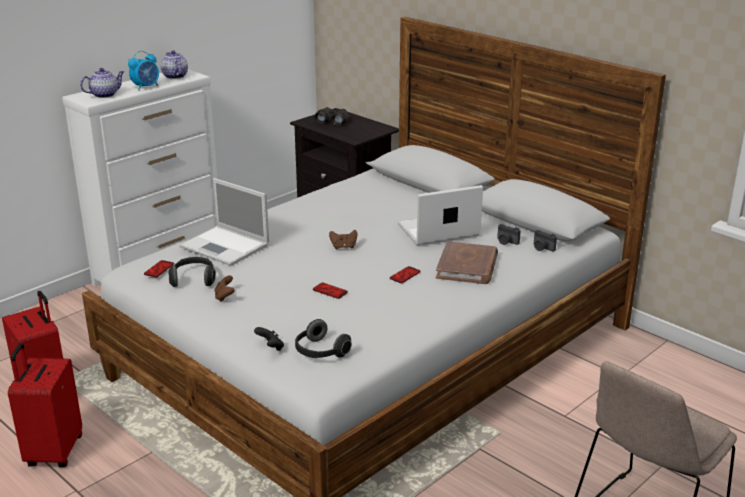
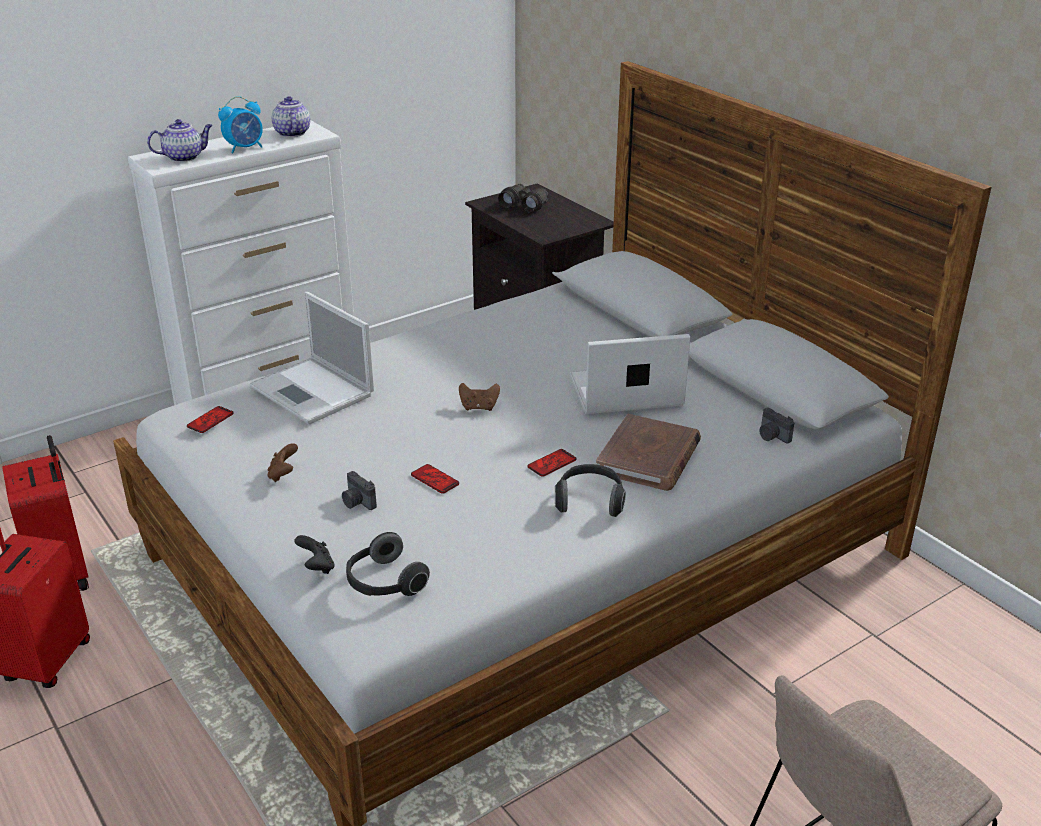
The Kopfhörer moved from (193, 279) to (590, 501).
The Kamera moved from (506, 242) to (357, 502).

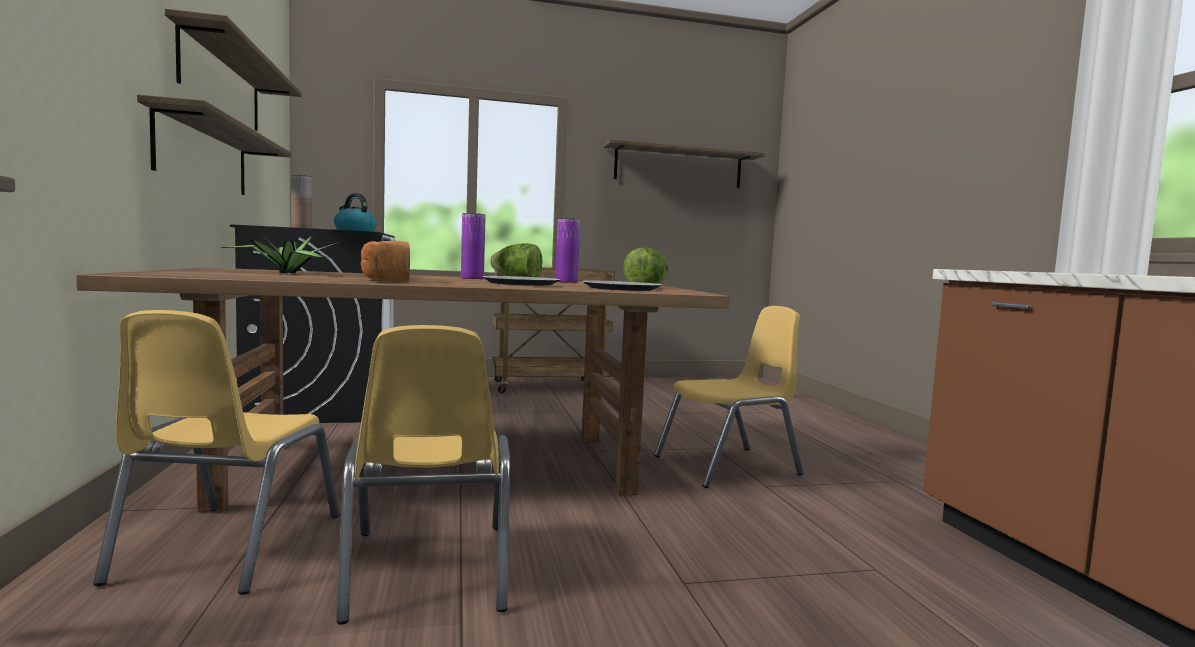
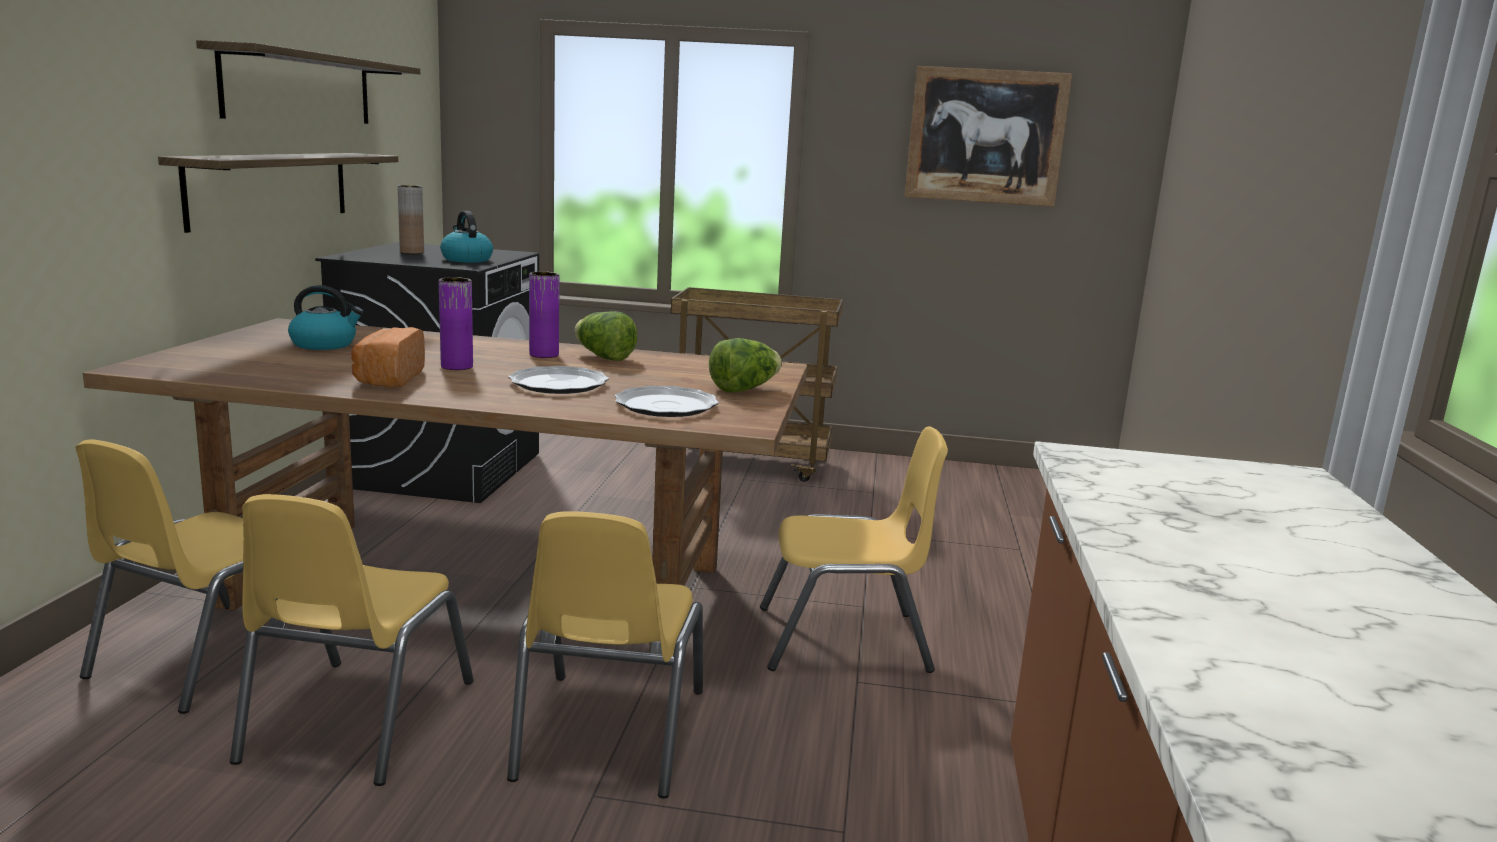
The Topfpflanze at (284, 273) was replaced by the Wasserkessel at (325, 344).
The Vase/lila moved from (566, 282) to (457, 366).
The Wandregal at (678, 167) was replaced by the Bild at (985, 136).
The Stuhl/gelb at (608, 734) appeared.

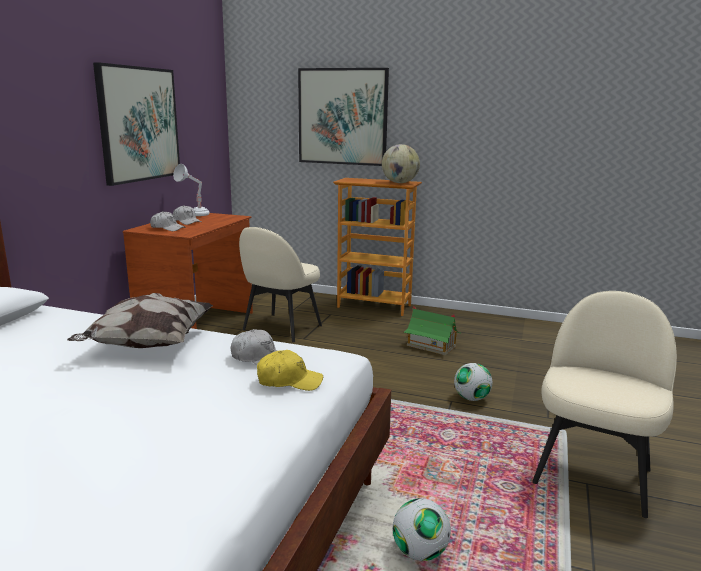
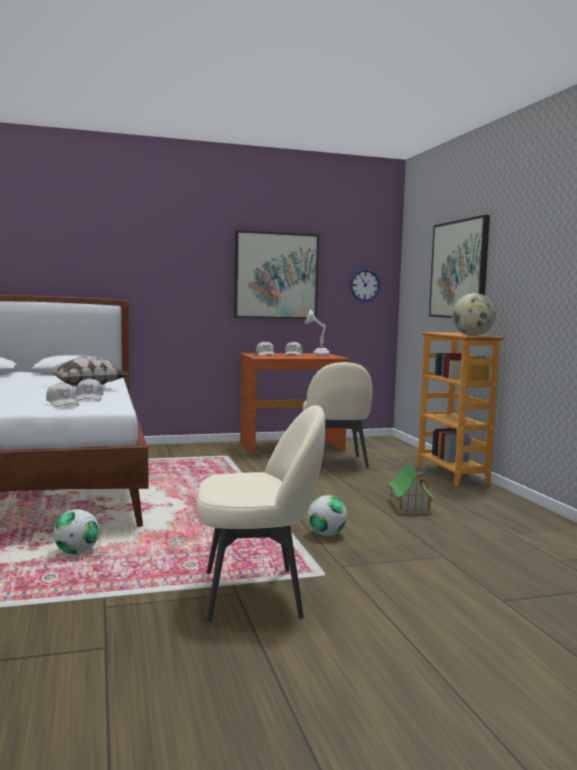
The Stuhl/beige at (281, 328) turned 90 degrees counterclockwise.
The Kappe/gelb at (289, 381) became the Kappe/weiß at (62, 404).
The Wanduhr at (364, 285) appeared.

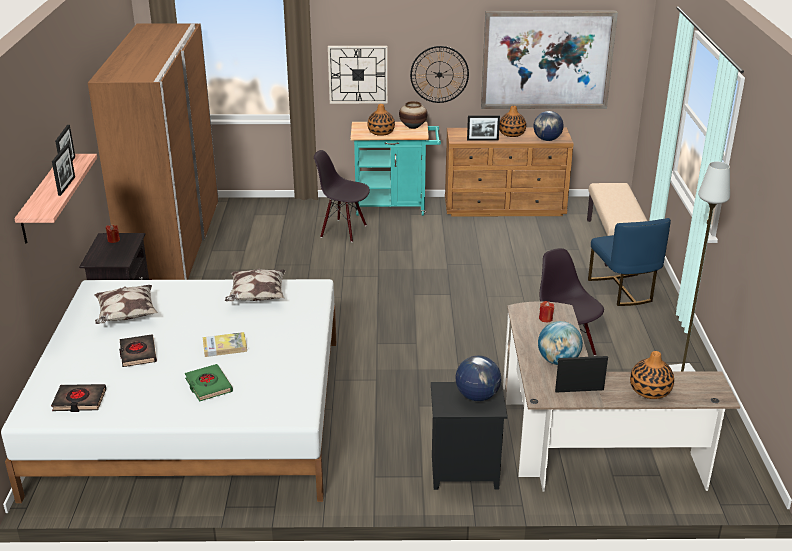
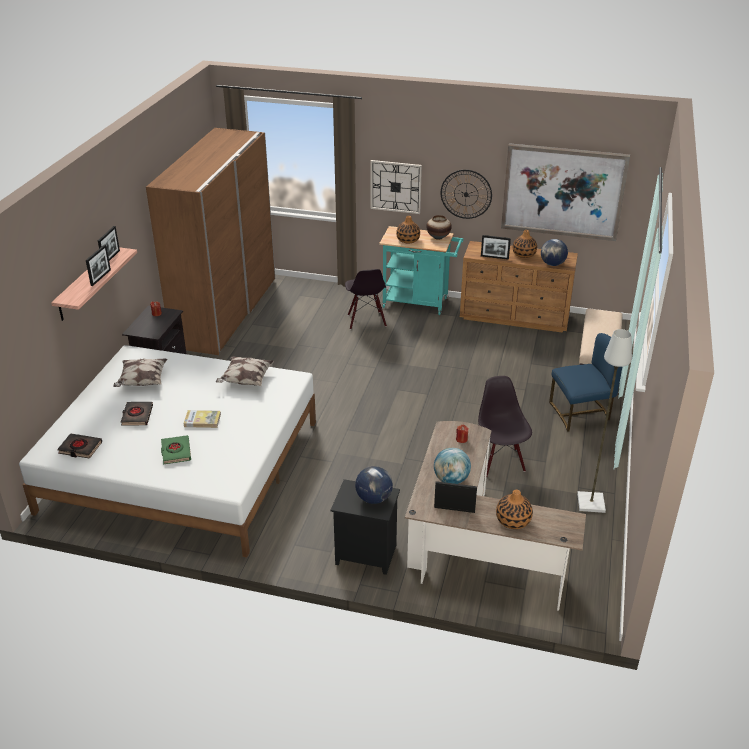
The Stuhl/schwarz at (344, 231) turned 135 degrees counterclockwise.
The Stuhl/blau at (623, 290) turned 105 degrees counterclockwise.

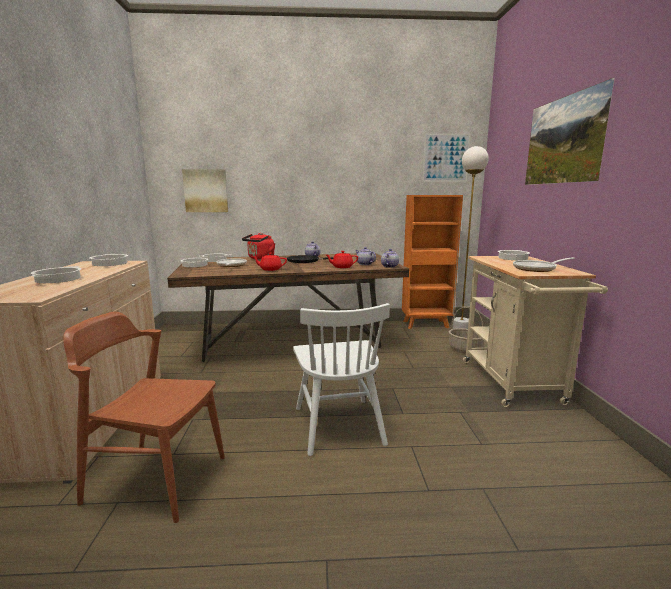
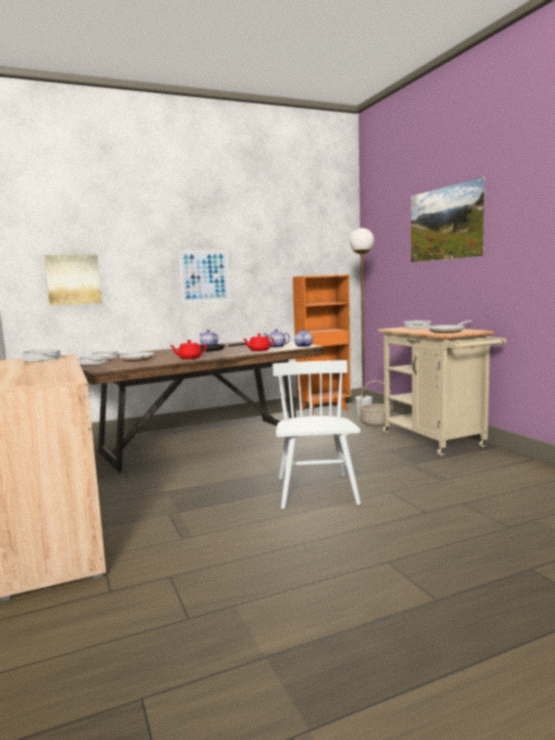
The Kochtopf at (58, 279) disappeared.
The Stuhl/braun at (156, 479) disappeared.
The Wasserkessel/rot at (260, 258) disappeared.
The Stuhl/weiß at (338, 425) turned 150 degrees counterclockwise.
The Bild moved from (446, 158) to (204, 276).

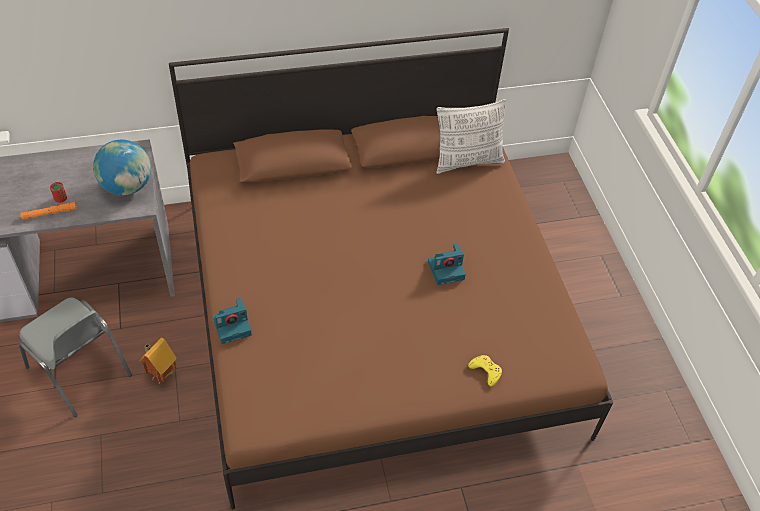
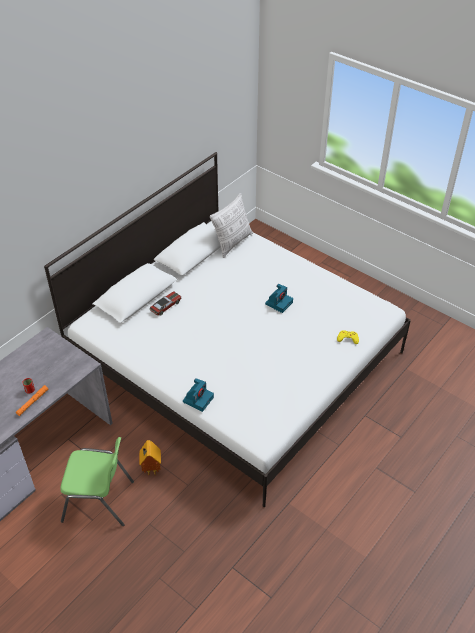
The Stuhl/grau at (80, 372) became the Stuhl/grün at (99, 501).
The Globus at (127, 186) disappeared.
The Bett/braun at (376, 311) became the Bett/weiß at (237, 359).
The Spielzeugauto at (165, 306) appeared.

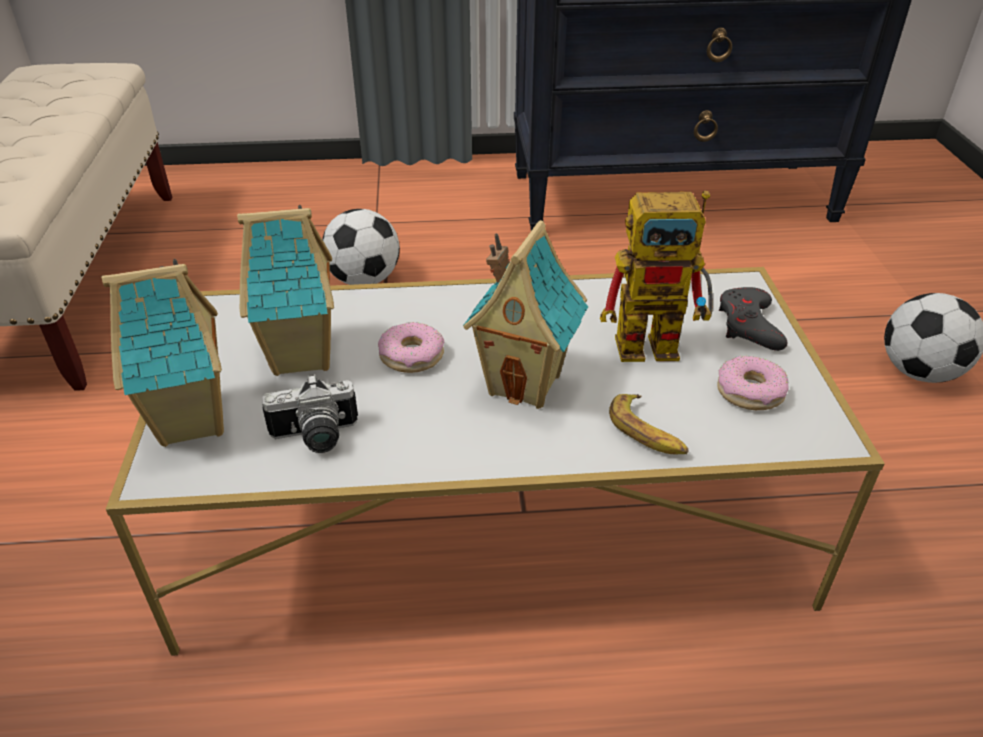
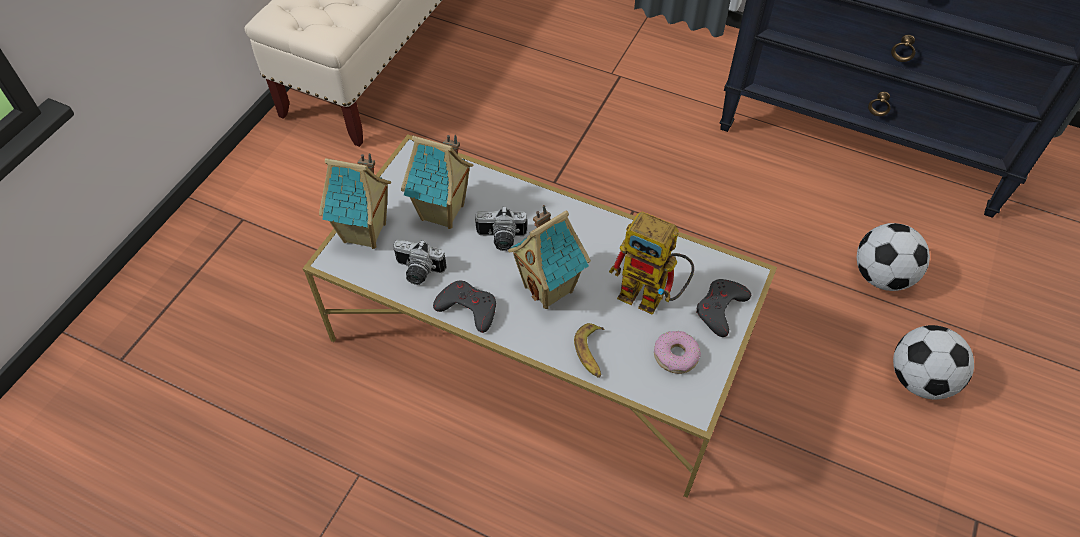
The Fußball moved from (364, 280) to (881, 276).
The Donut at (411, 356) was replaced by the Kamera at (501, 239).
The Gamepad/grau at (468, 308) appeared.

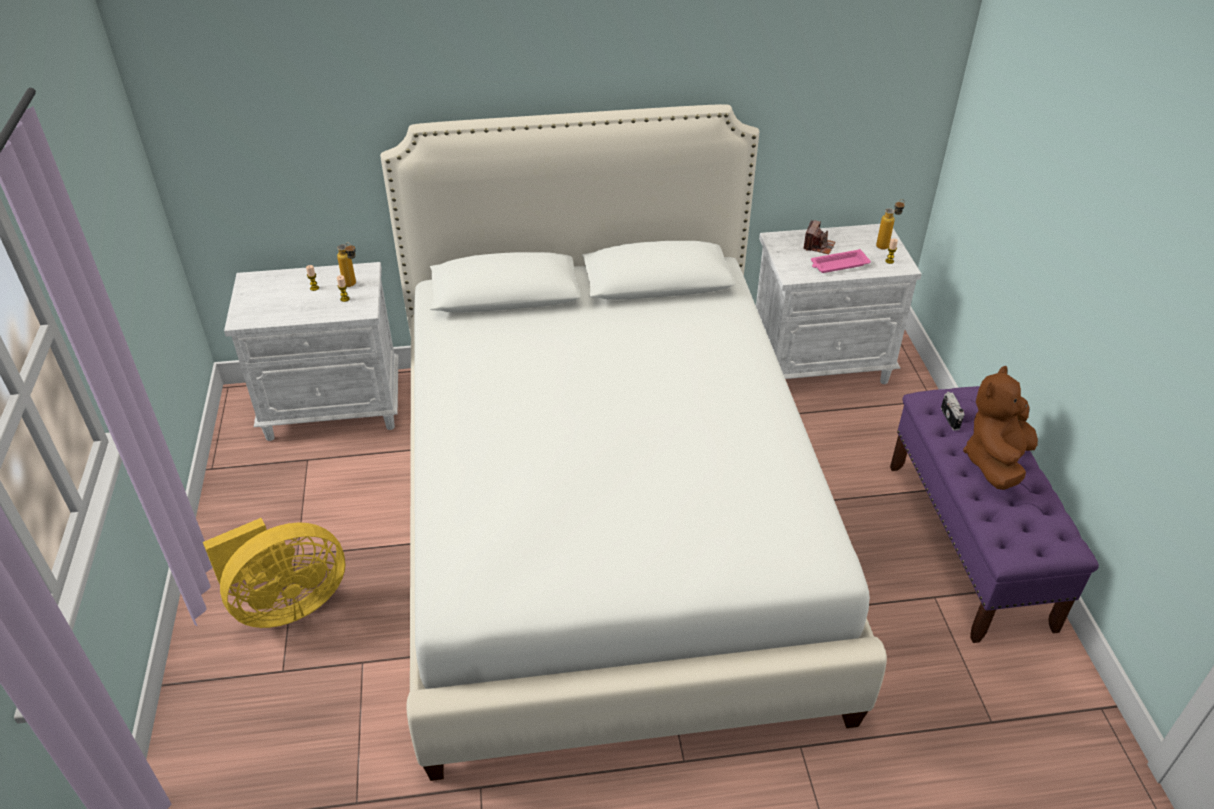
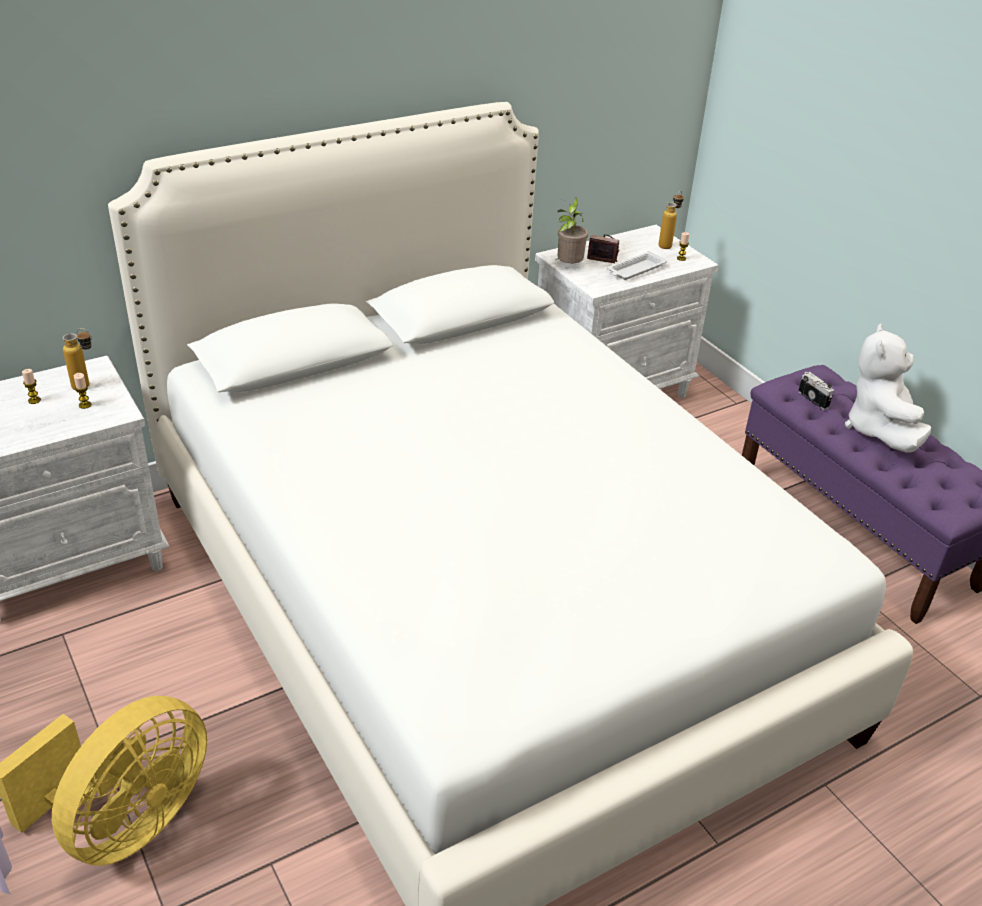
The Kamera at (818, 246) turned 75 degrees counterclockwise.
The Tablett/rosa at (838, 265) became the Tablett/weiß at (635, 270).
The Plüschtier/braun at (995, 461) became the Plüschtier/weiß at (879, 430).
The Topfpflanze at (568, 266) appeared.

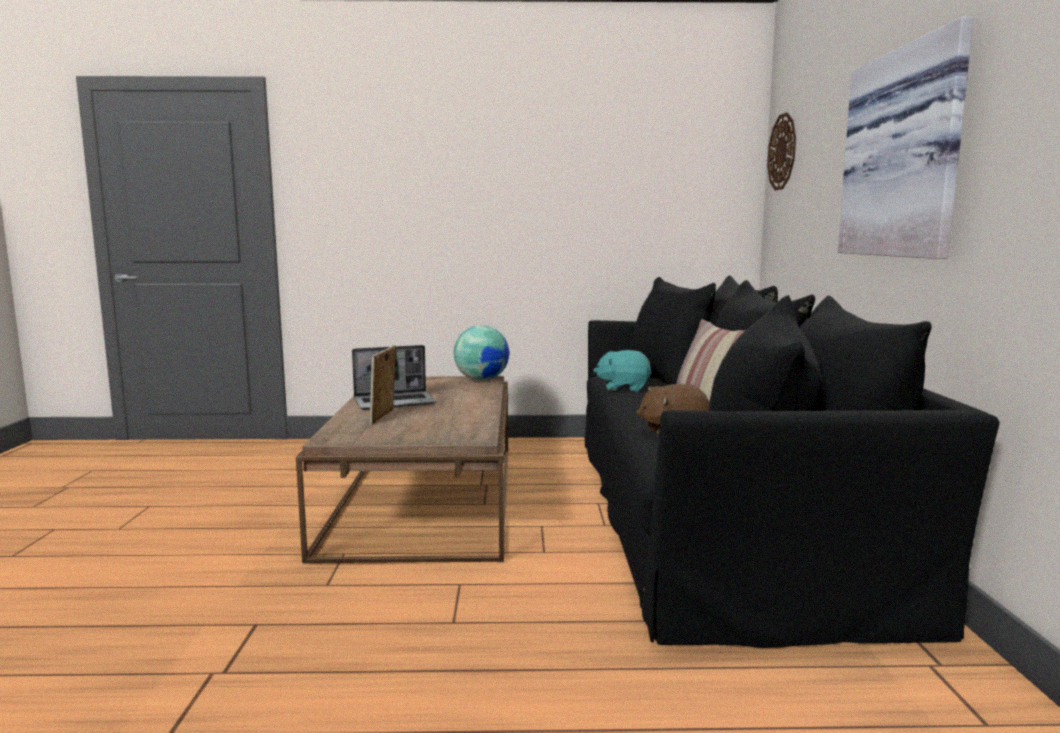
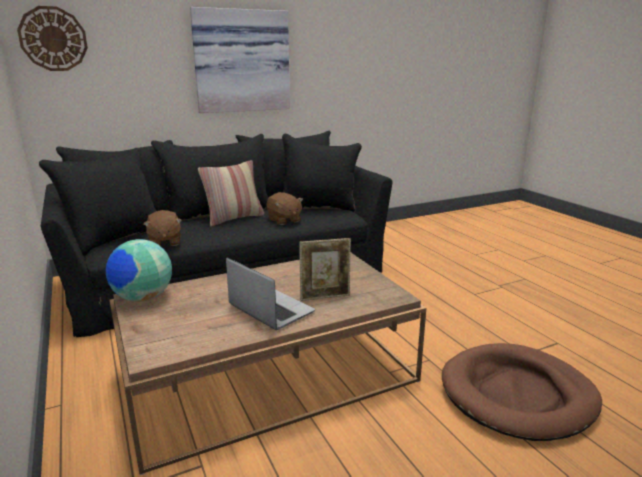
The Plüschtier/türkis at (623, 388) became the Plüschtier/braun at (164, 242).
The Hundebett/braun at (517, 395) appeared.

